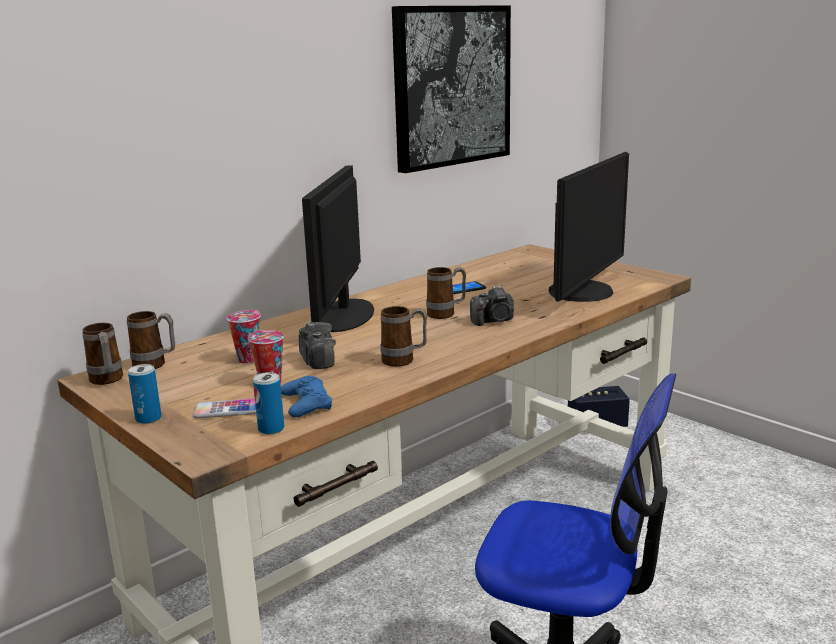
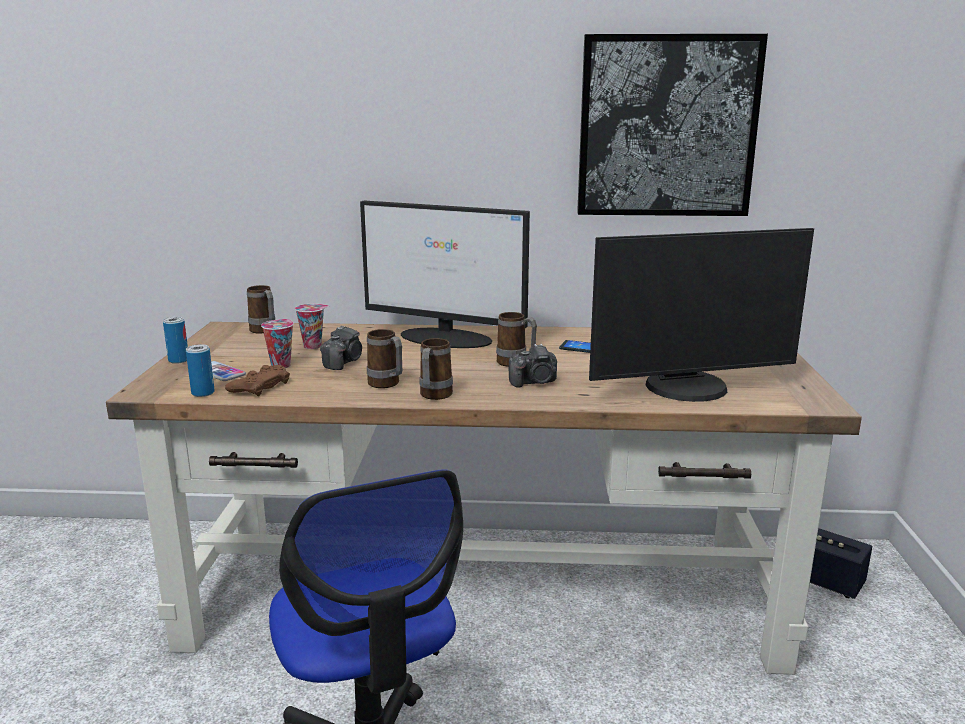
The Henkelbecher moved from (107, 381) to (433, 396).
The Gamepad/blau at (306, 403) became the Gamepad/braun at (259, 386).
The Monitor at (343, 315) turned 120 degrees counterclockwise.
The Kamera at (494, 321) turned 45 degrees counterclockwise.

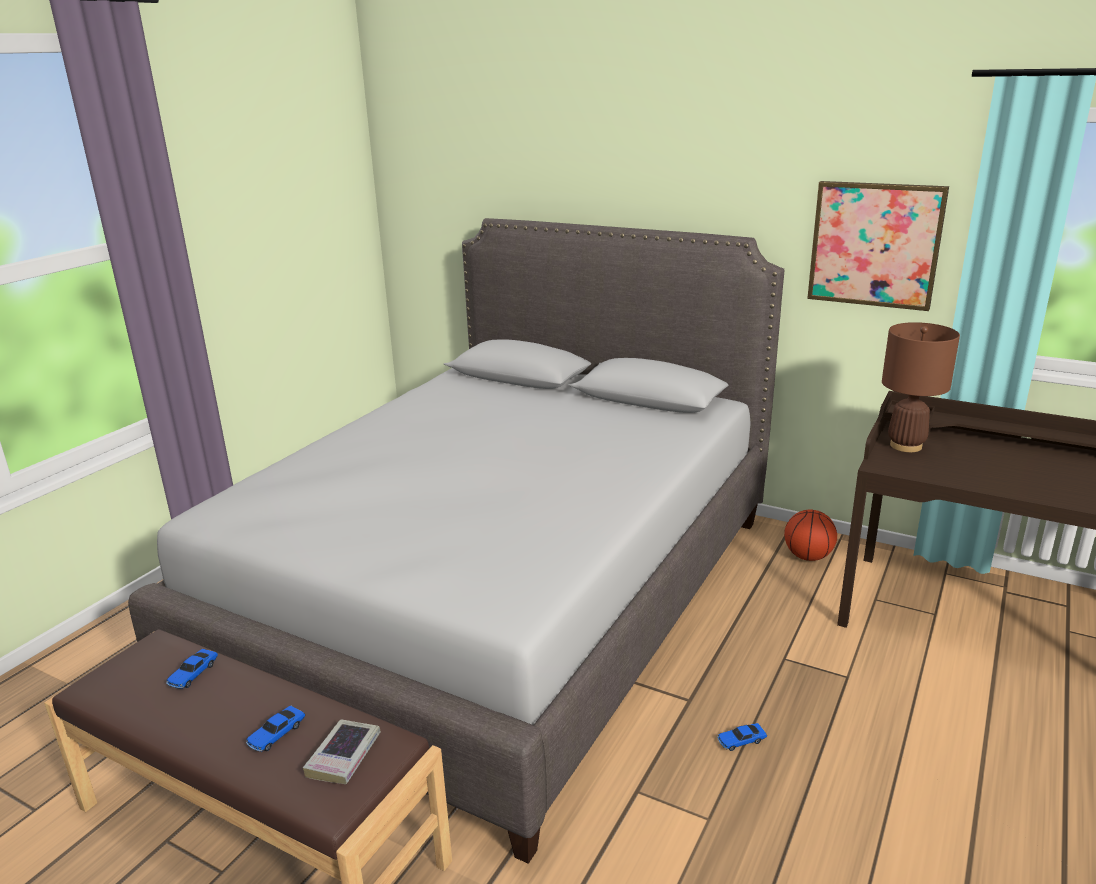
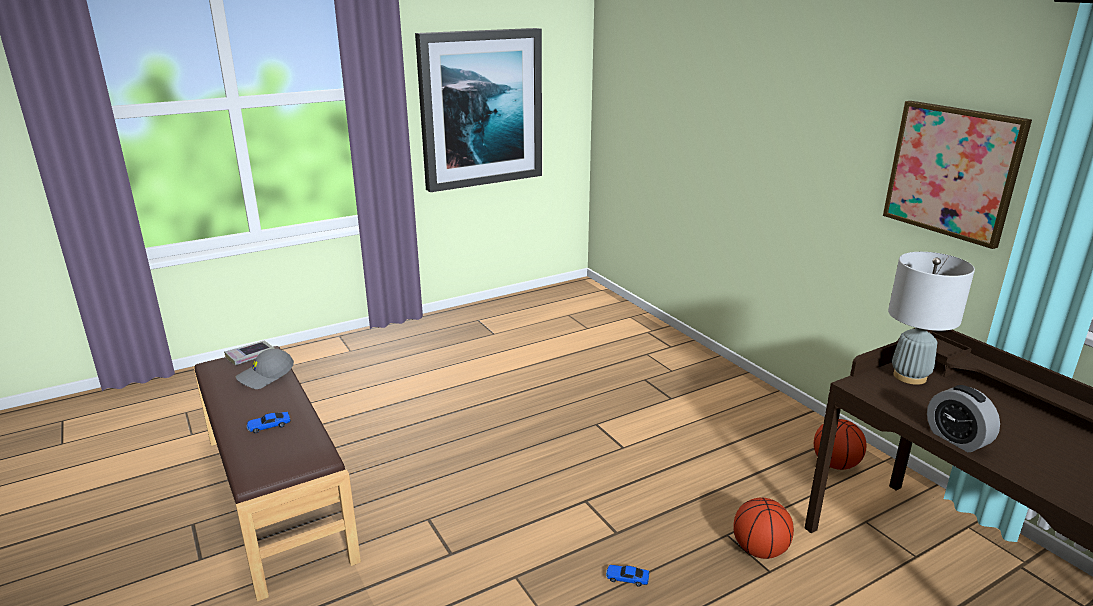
The Bett/grau at (501, 597) disappeared.
The Spielzeugauto at (193, 674) was replaced by the Kappe/grau at (266, 376).
The Buch moved from (344, 756) to (250, 356).
The Tischlampe/braun at (906, 446) became the Tischlampe/grau at (910, 376).
The Bild at (480, 109) appeared.
The Basketball at (759, 550) appeared.
The Wecker at (956, 439) appeared.

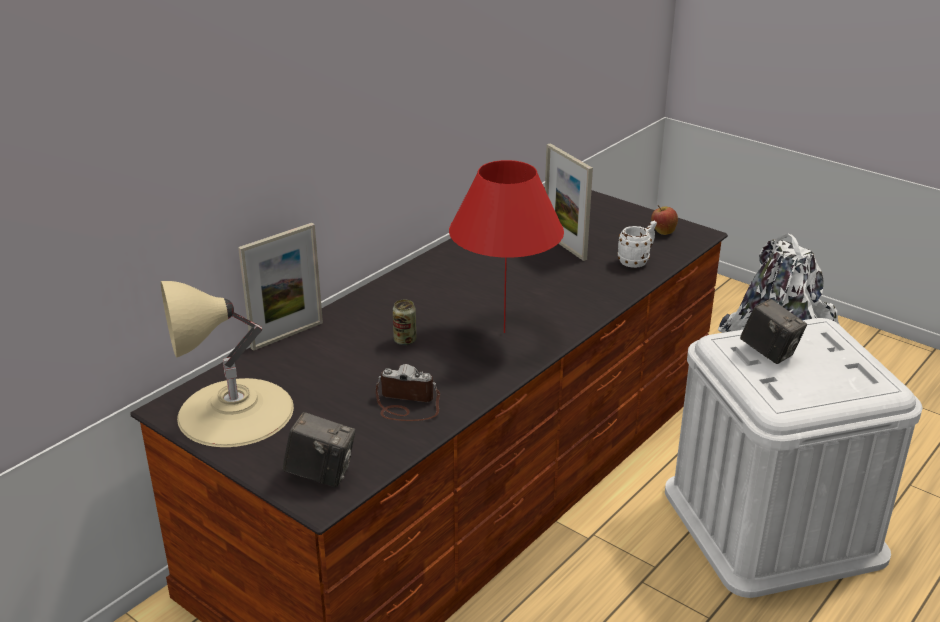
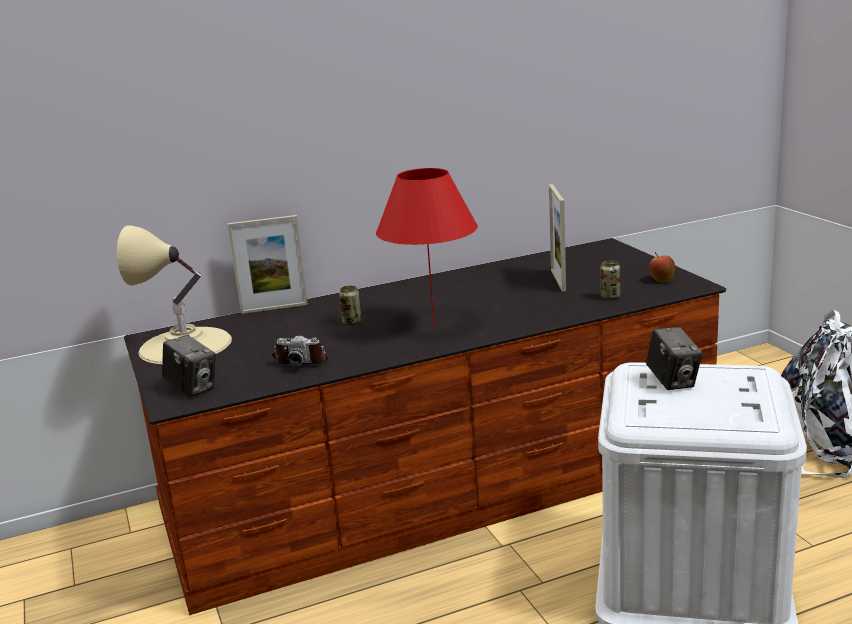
The Kamera at (406, 405) turned 150 degrees clockwise.
The Henkelbecher/weiß at (637, 261) was replaced by the Dose at (610, 297).

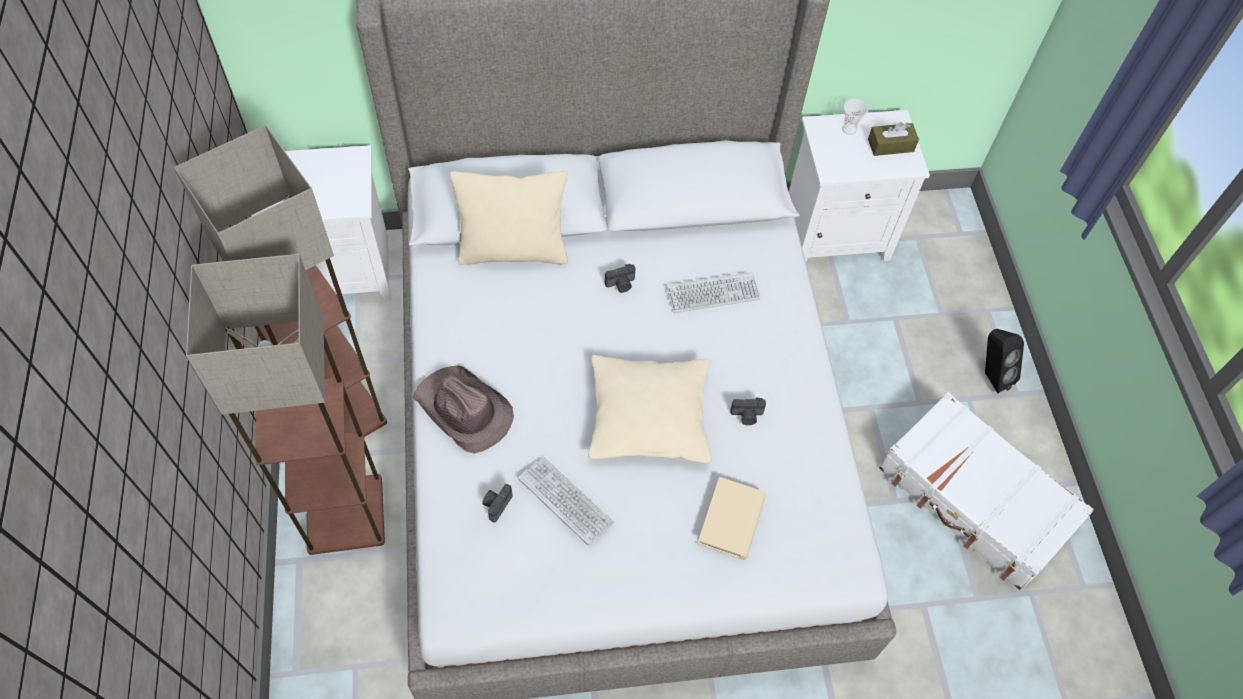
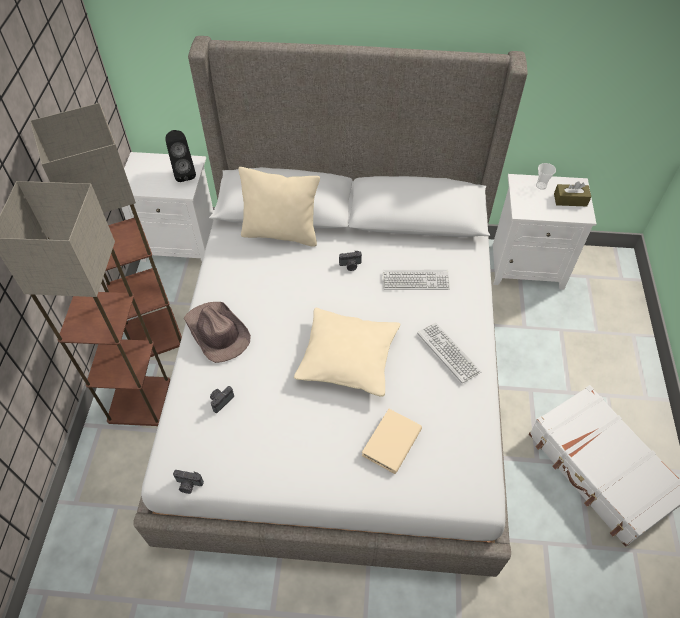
The Tastatur moved from (565, 501) to (448, 353).
The Kamera moved from (747, 416) to (188, 485).
The Lautsprecher/schwarz moved from (990, 375) to (184, 173).

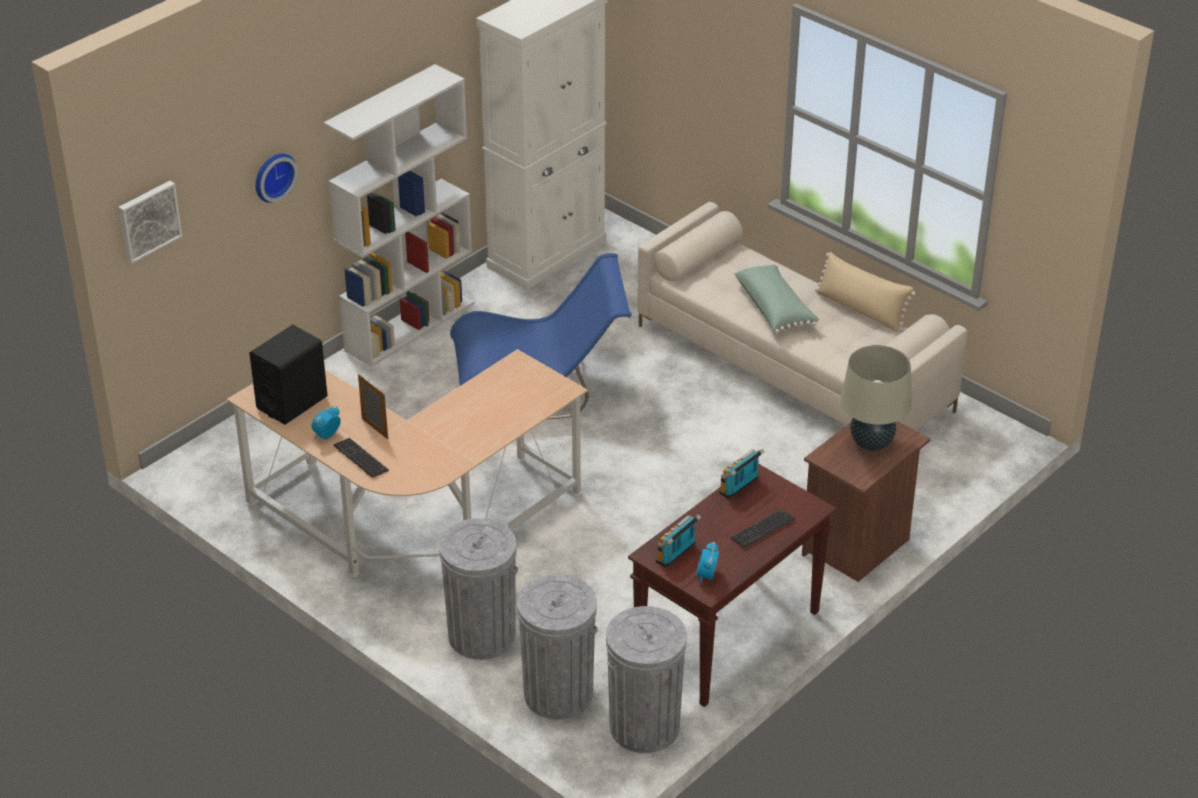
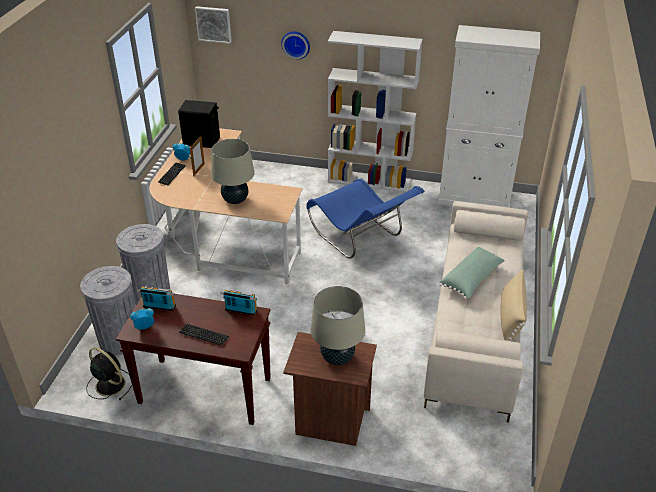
The Mülleimer/grau at (644, 727) was replaced by the Ventilator/schwarz at (109, 384).
The Tischlampe/beige at (235, 200) appeared.

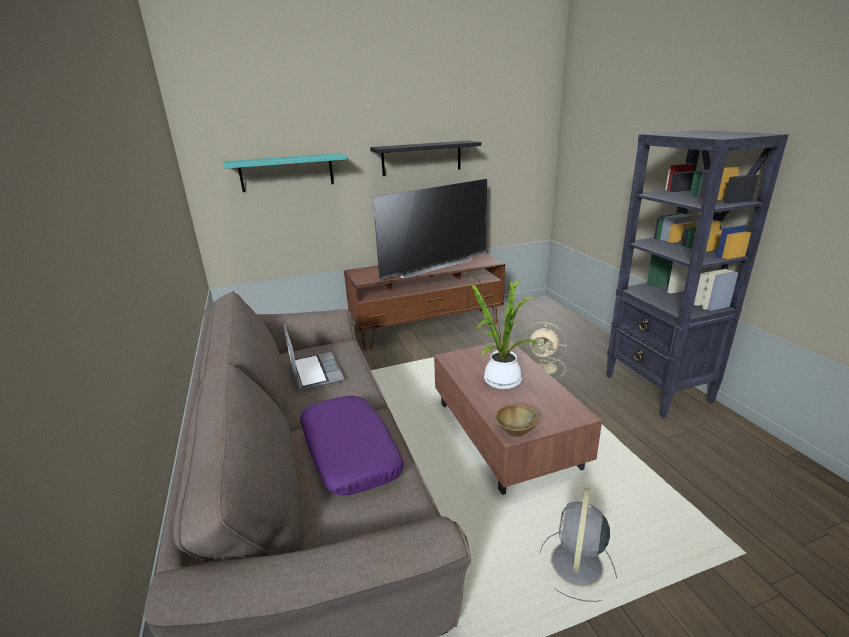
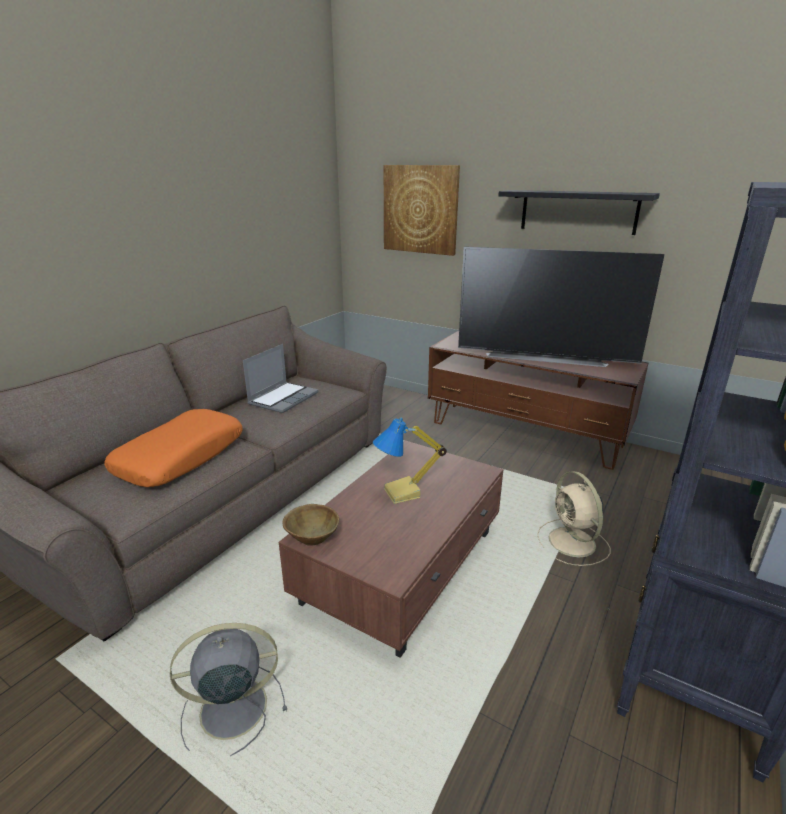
The Wandregal/türkis at (287, 172) was replaced by the Bild at (420, 209).
The Kissen/lila at (349, 453) became the Kissen/orange at (180, 457).
The Topfpflanze at (499, 380) was replaced by the Tischlampe at (403, 493).

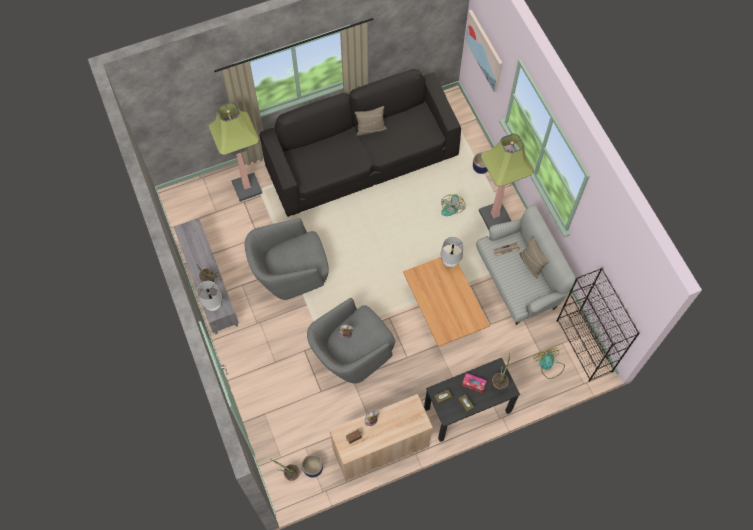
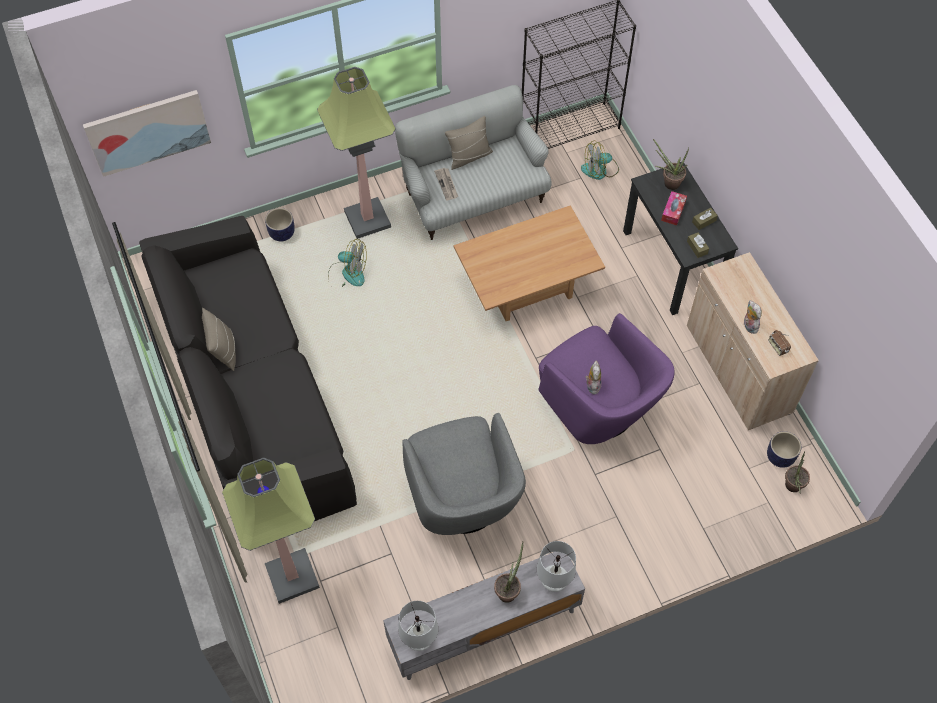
The Sessel/grau at (351, 355) became the Sessel/lila at (598, 408).
The Tischlampe/weiß moved from (450, 262) to (419, 640).

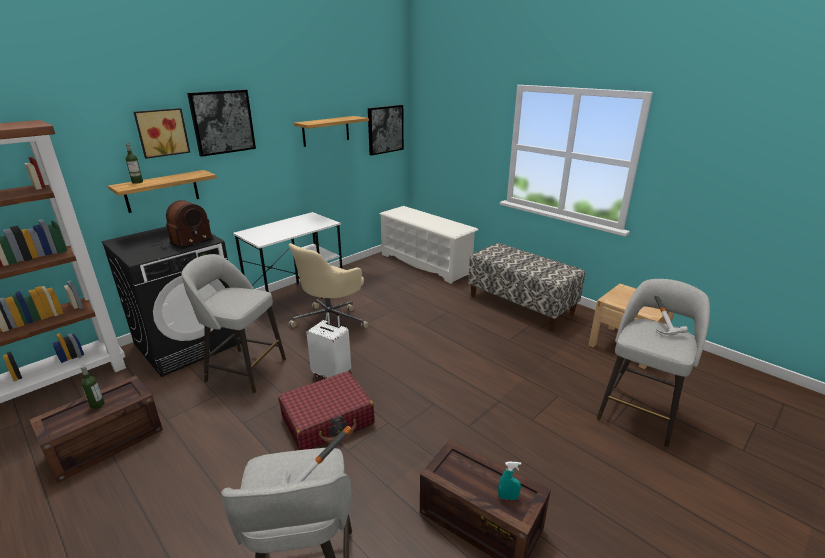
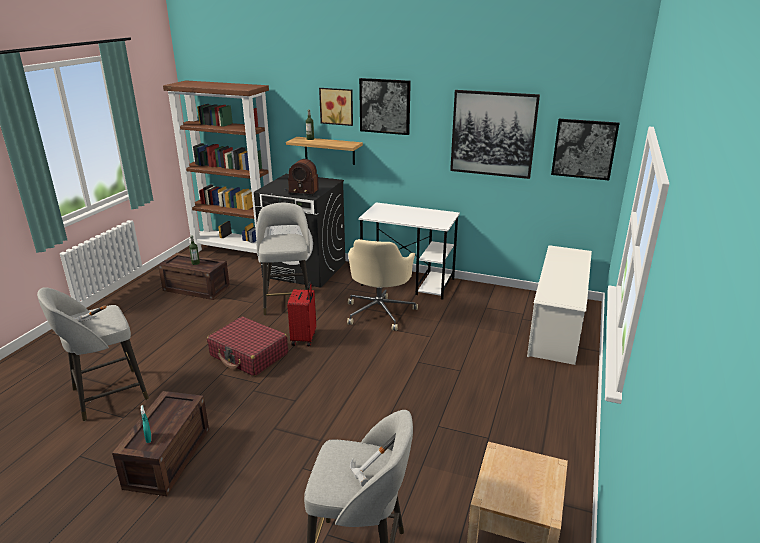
The Bürostuhl/beige at (331, 322) turned 90 degrees counterclockwise.
The Wandregal at (326, 131) was replaced by the Bild at (493, 134).
The Koffer/weiß at (332, 374) became the Koffer/rot at (304, 338).
The Bank at (521, 305) disappeared.

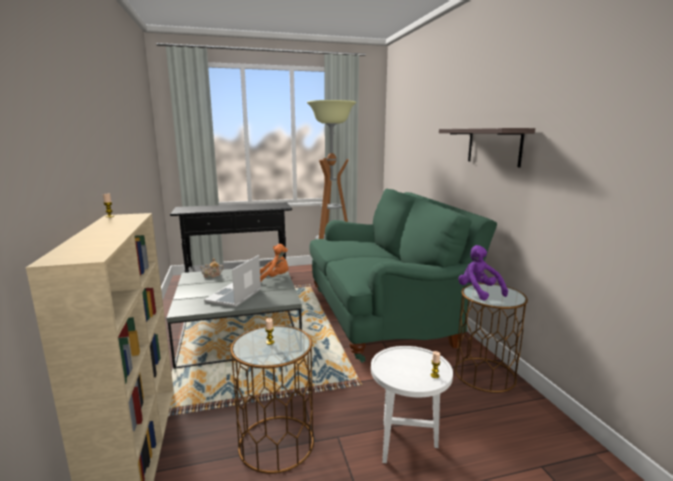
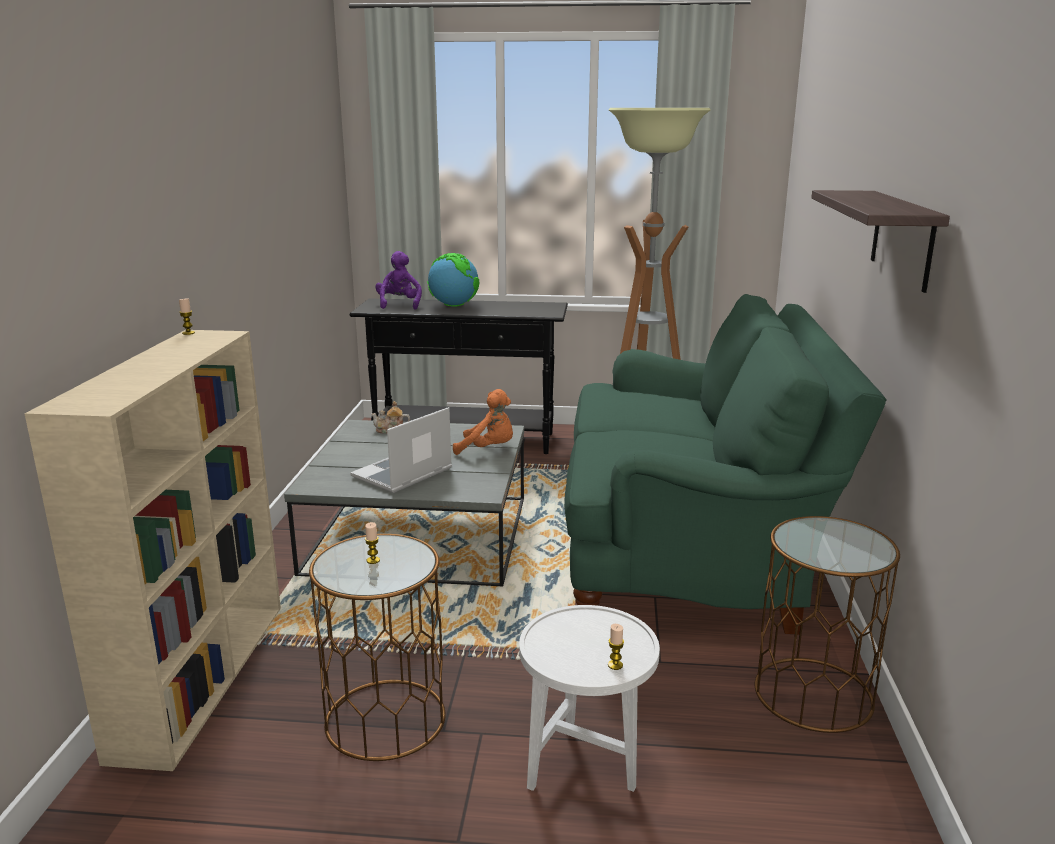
The Plüschtier/lila moved from (478, 292) to (399, 305).
The Globus at (454, 305) appeared.

